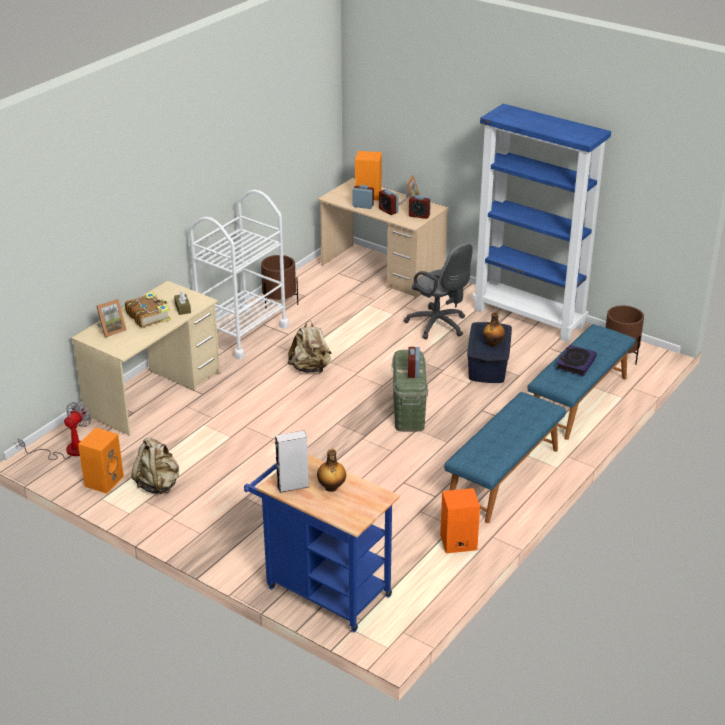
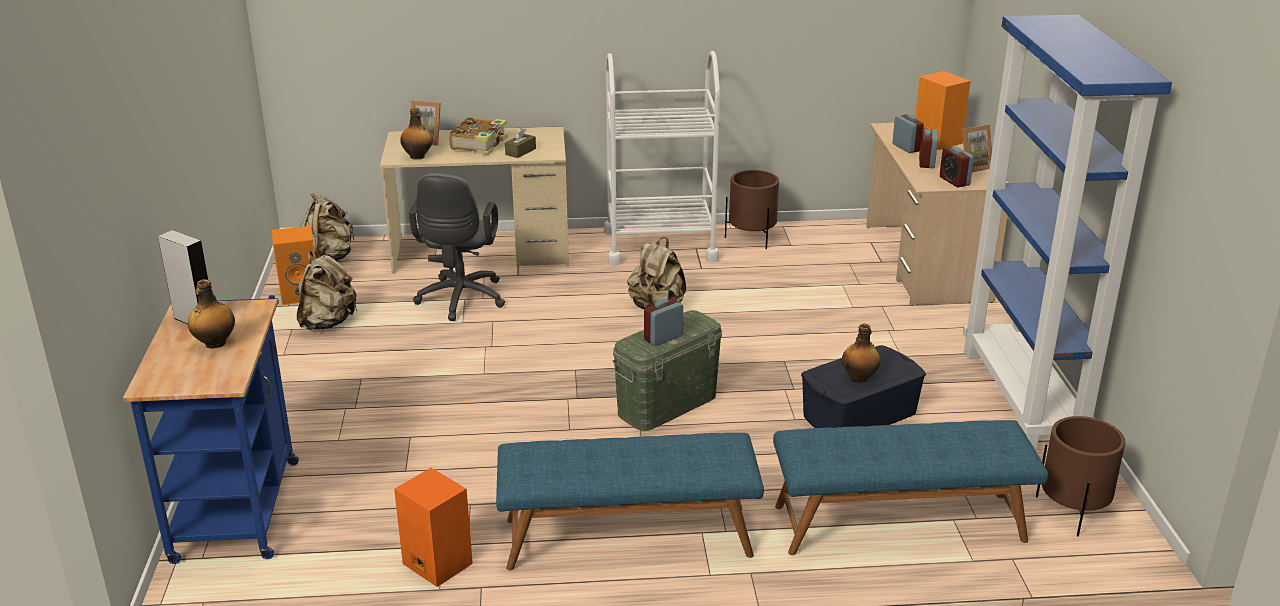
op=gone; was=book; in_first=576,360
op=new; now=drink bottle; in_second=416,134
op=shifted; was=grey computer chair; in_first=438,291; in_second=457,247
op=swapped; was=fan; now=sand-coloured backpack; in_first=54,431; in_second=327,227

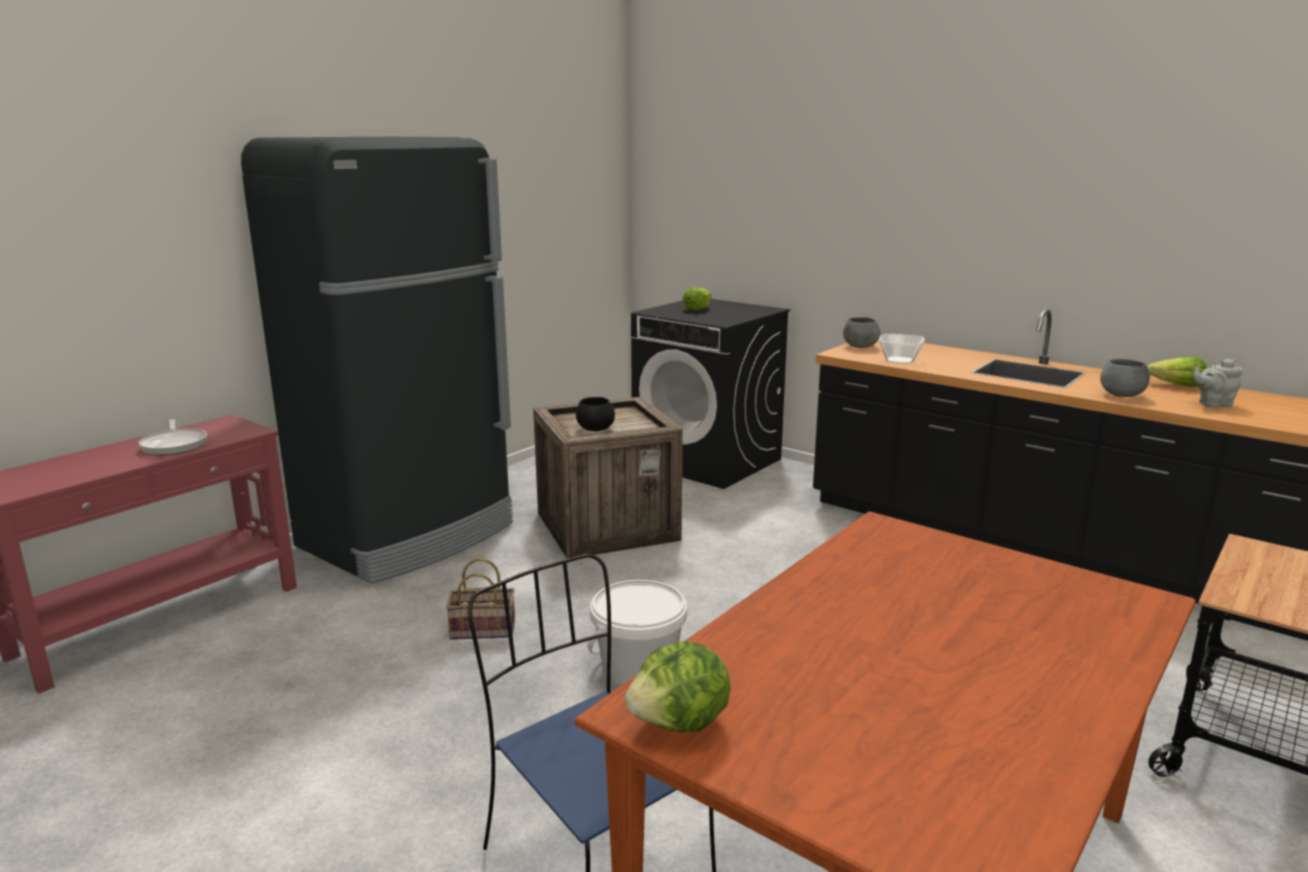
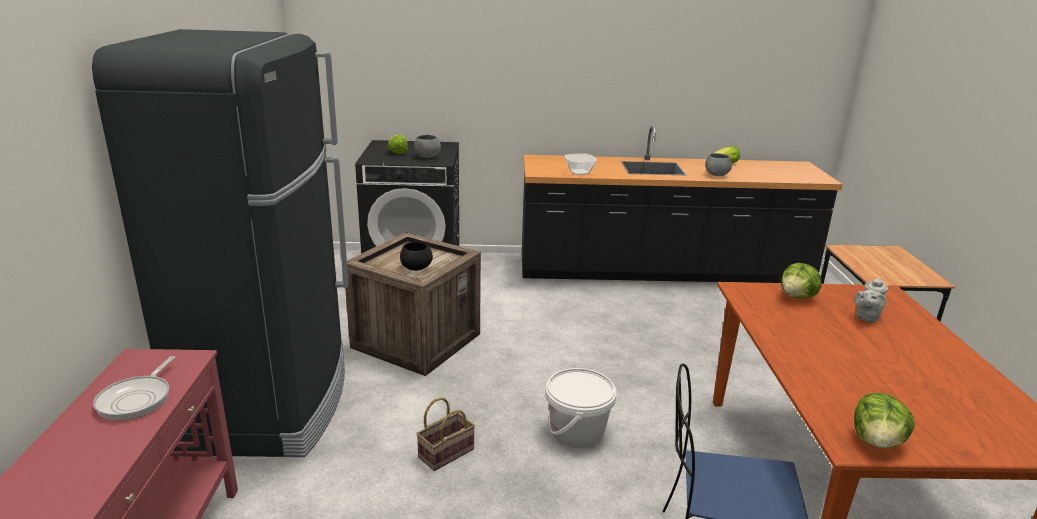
op=new; now=lettuce; in_second=801,281
op=shifted; was=grey bowl; in_first=861,332; in_second=427,146
op=shifted; was=grey tea pot; in_first=1218,383; in_second=871,300
op=rotated; was=frying pan; in_first=173,437; in_second=134,388; clockwise=75

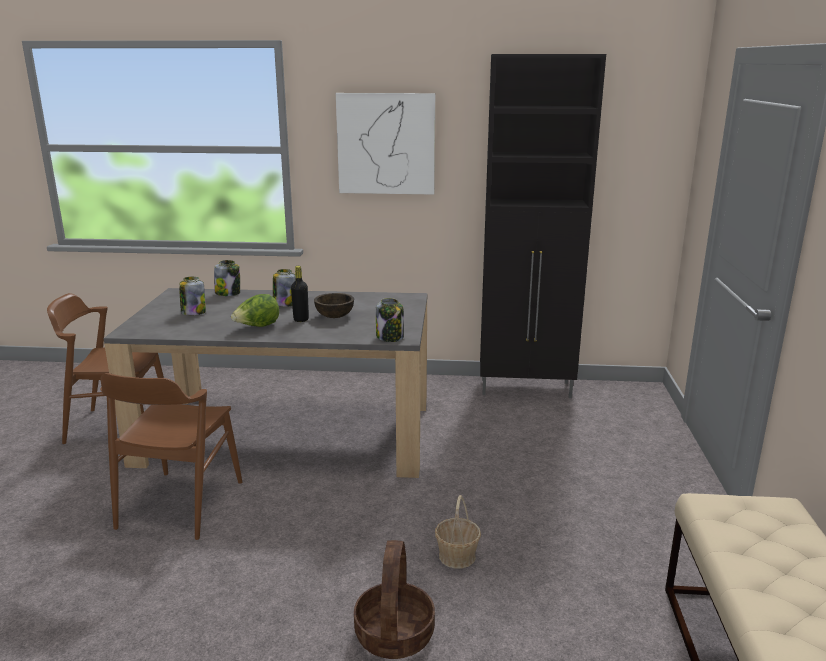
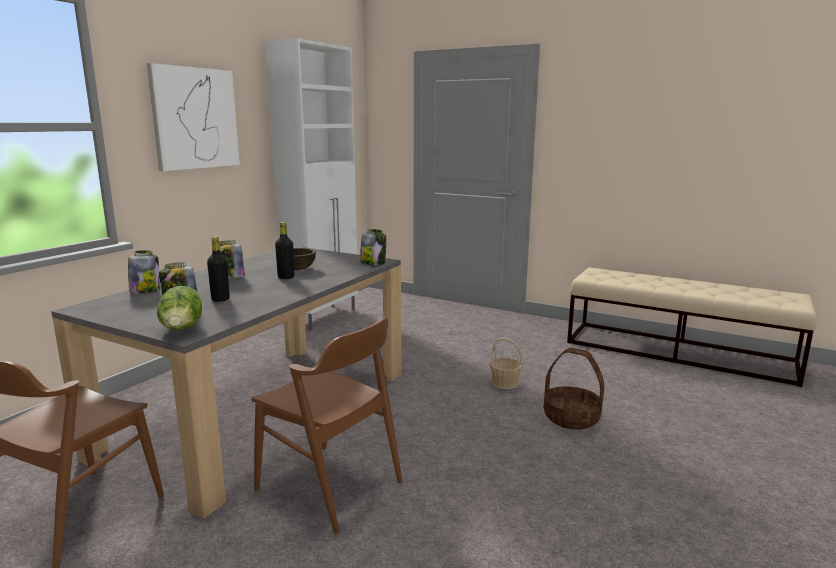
op=new; now=black drink bottle; in_second=218,269
op=shifted; was=lettuce; in_first=255,310; in_second=179,308
op=repainted; was=black storage cabinet; now=whitish storage cabinet; in_first=543,226; in_second=312,184

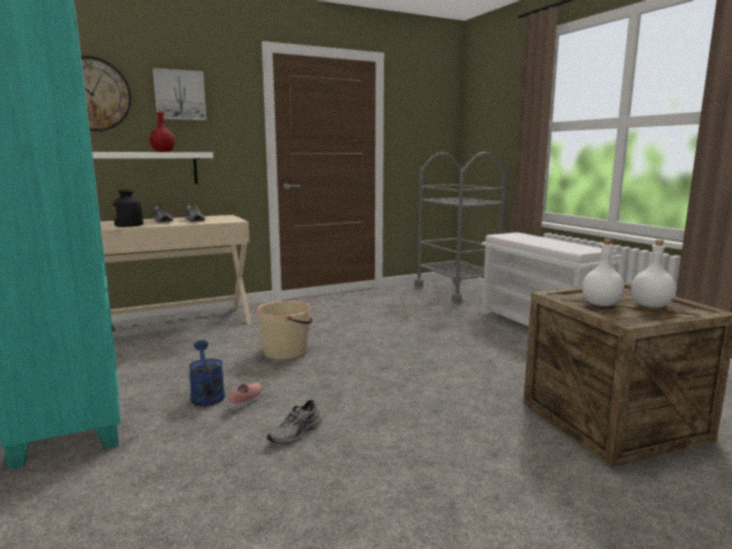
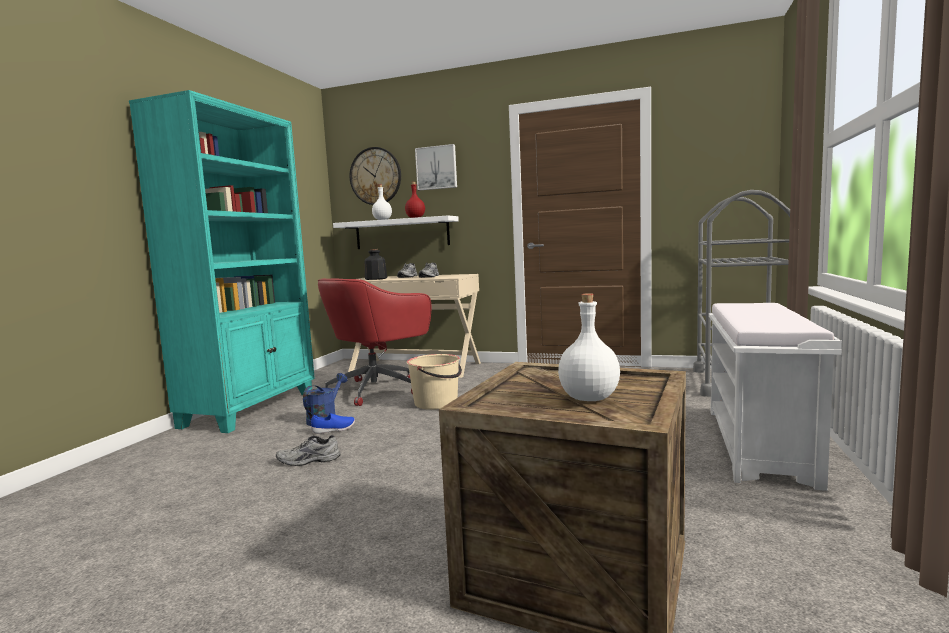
op=new; now=red-coloured computer chair; in_second=374,342
op=shifted; was=whitish drink bottle; in_first=603,272; in_second=382,202
op=repainted; was=pinkish shoe; now=blue-coloured shoe; in_first=245,396; in_second=333,423

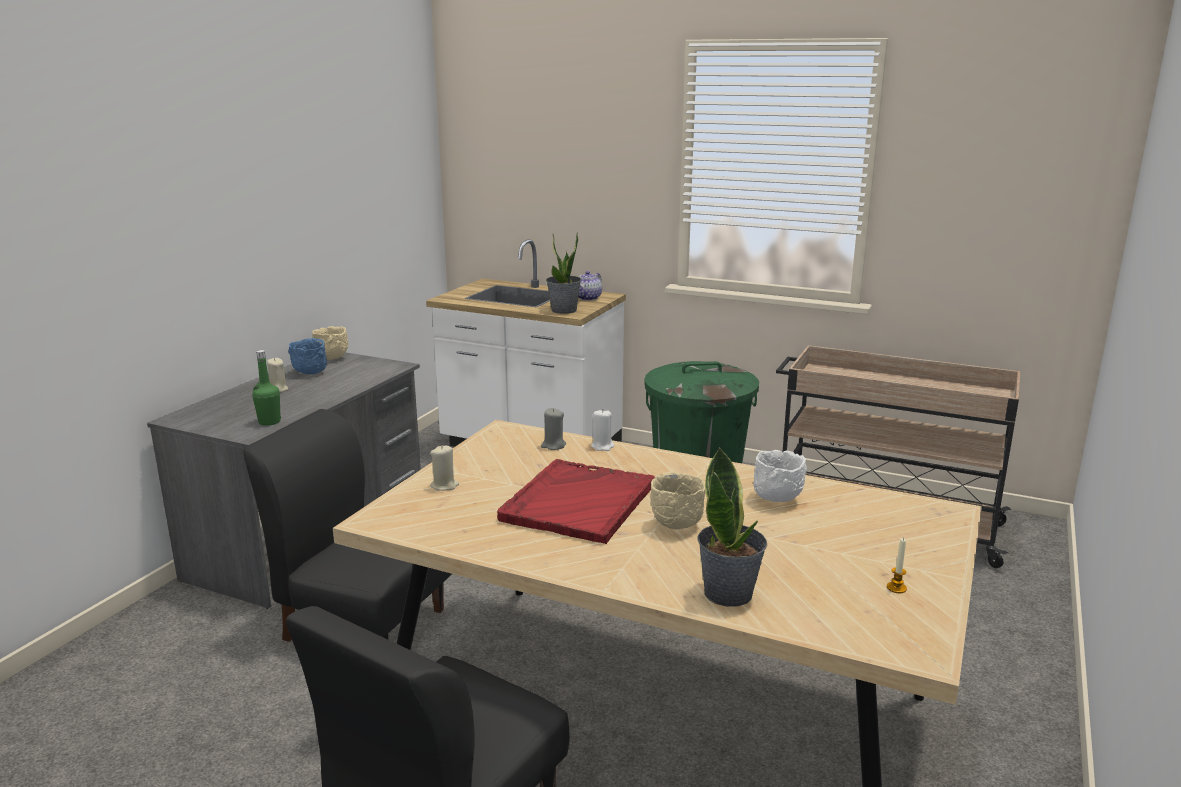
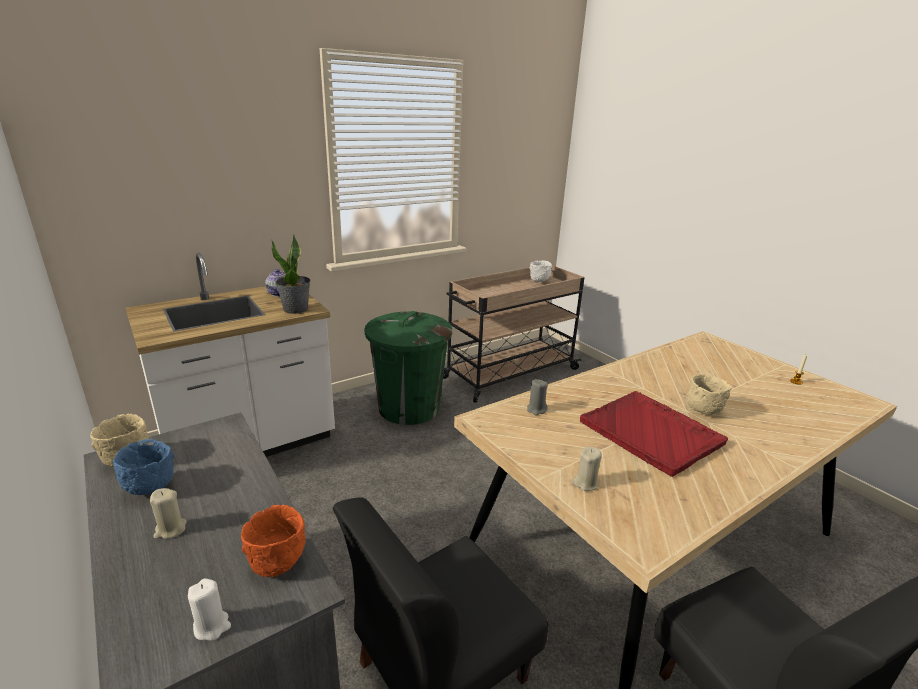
op=gone; was=plant in a pot; in_first=732,527
op=shifted; was=whitish wax candle; in_first=602,430; in_second=209,609
op=shifted; was=whitish bowl; in_first=780,476; in_second=540,271
op=swapped; was=greenish drink bottle; now=orange bowl; in_first=266,388; in_second=273,540

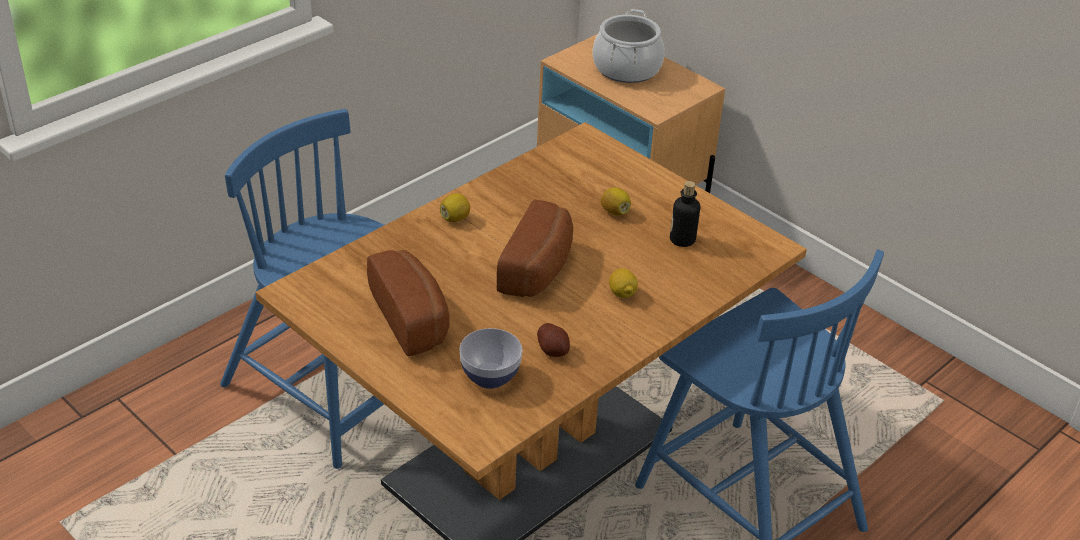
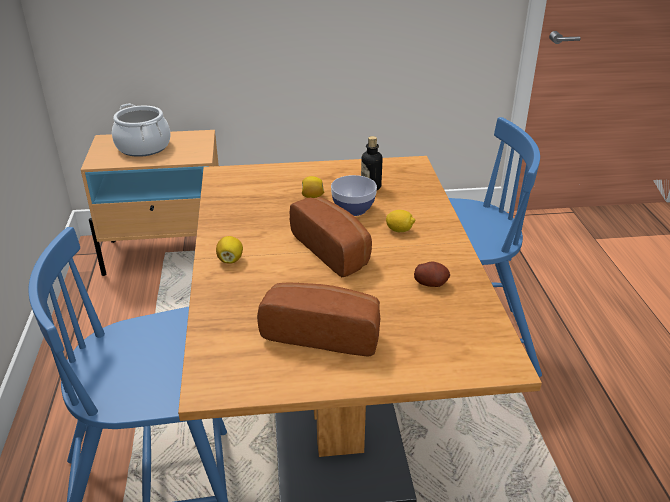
op=shifted; was=bowl; in_first=491,358; in_second=354,195

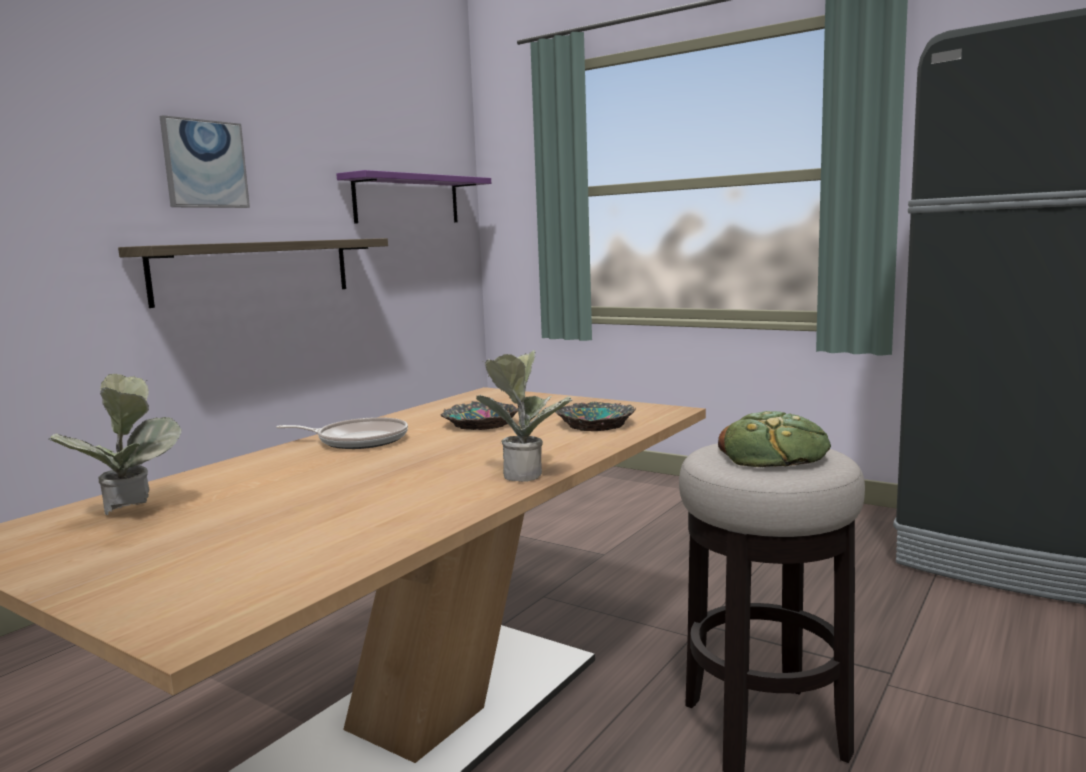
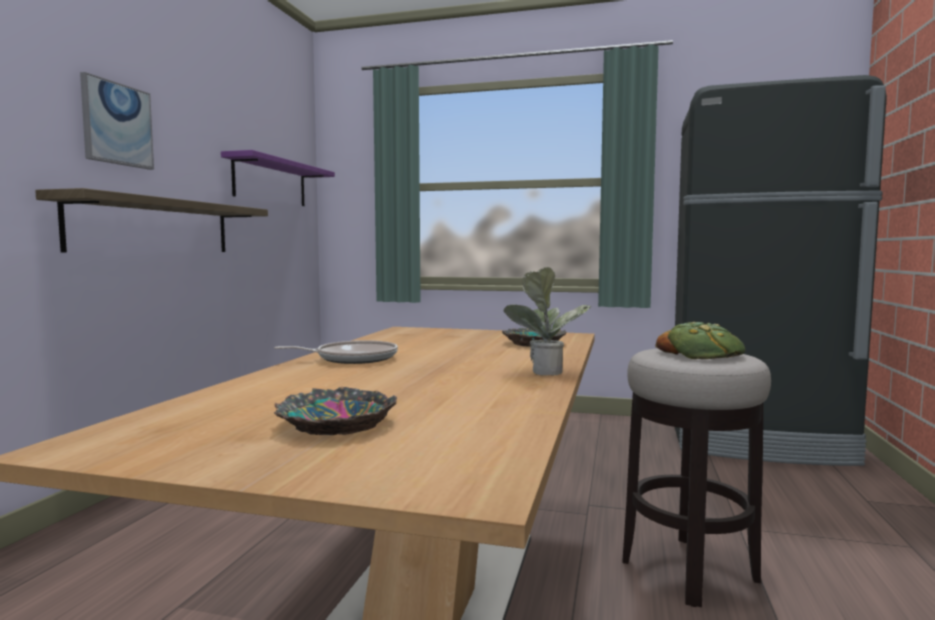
op=gone; was=plant in a pot; in_first=115,444
op=shifted; was=bowl; in_first=479,415; in_second=335,411

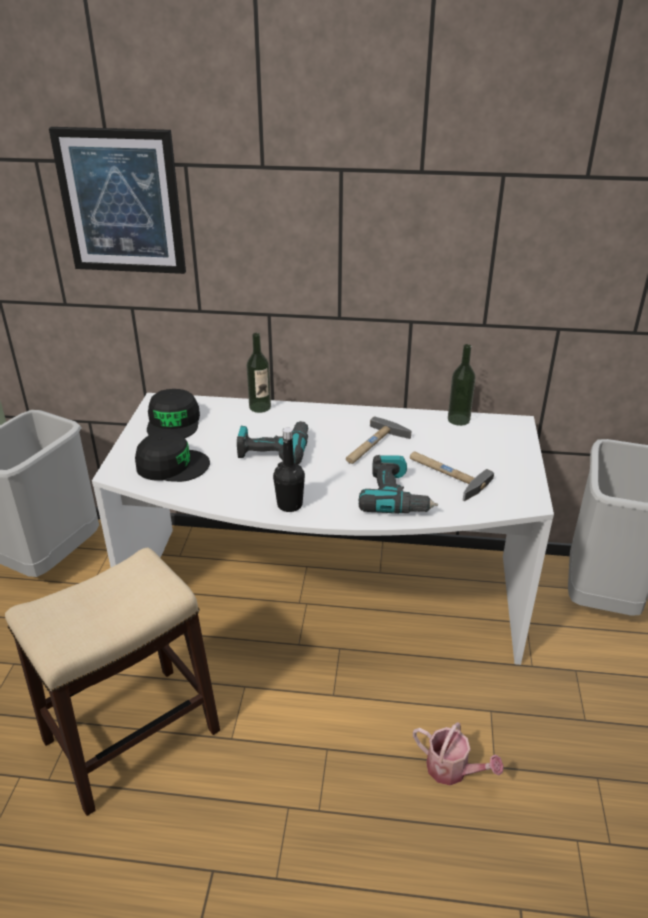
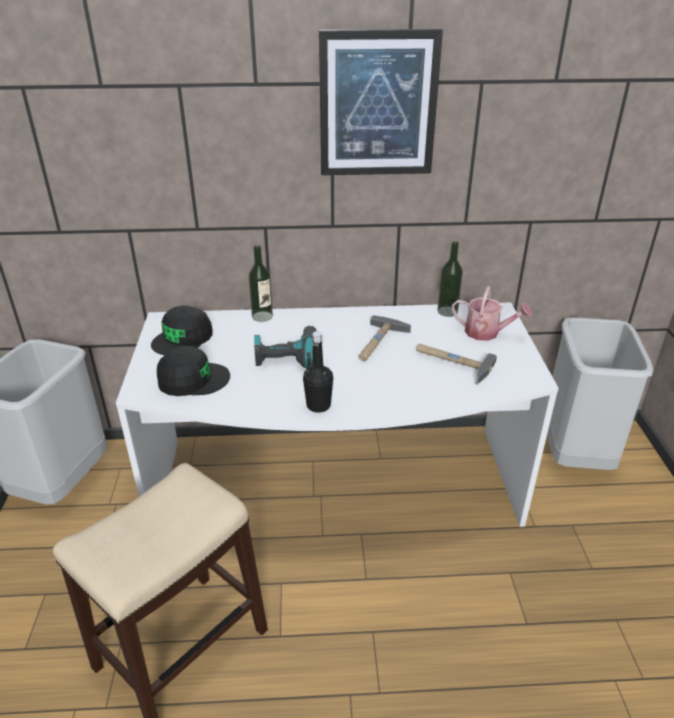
op=gone; was=power drill; in_first=398,484
op=shifted; was=wall picture; in_first=117,200; in_second=381,102
op=shifted; was=watering can; in_first=458,753; in_second=492,314
op=rotated; was=black peaked cap; in_first=173,413; in_second=182,330; clockwise=45

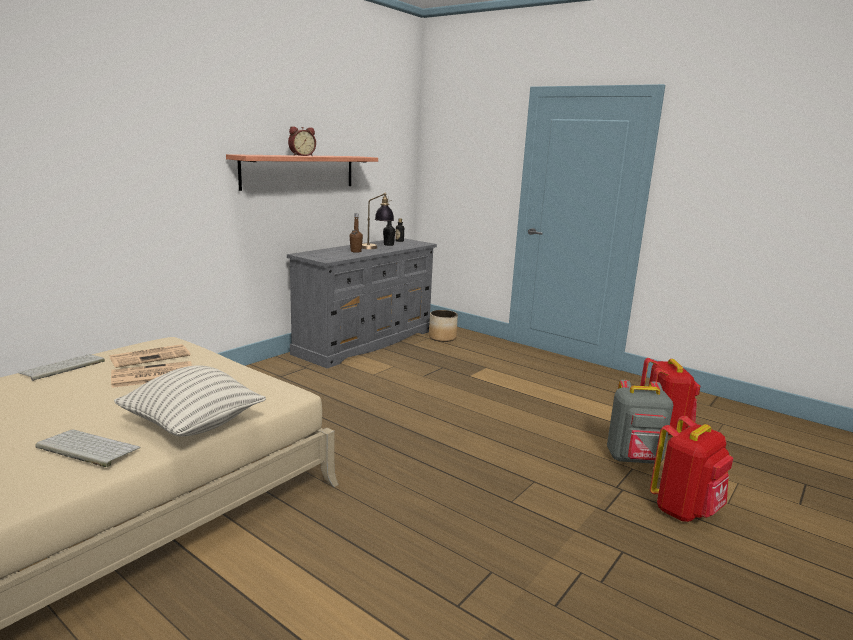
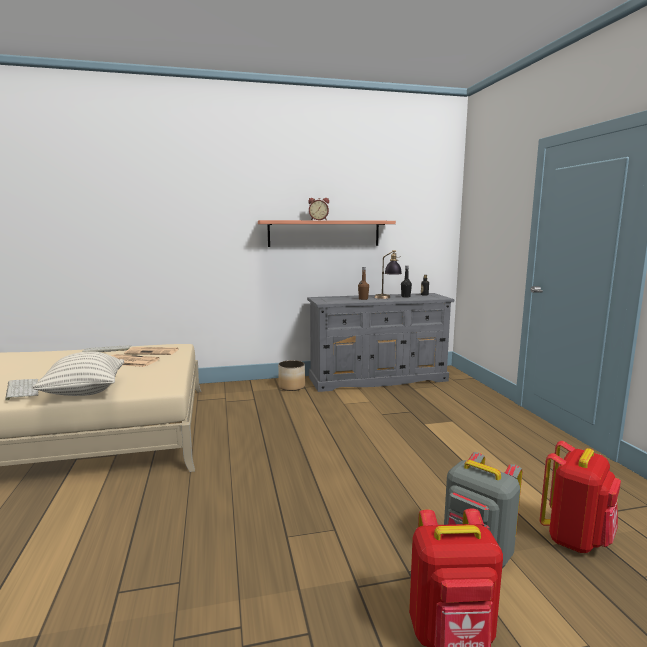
op=shifted; was=flower pot; in_first=443,326; in_second=291,375

